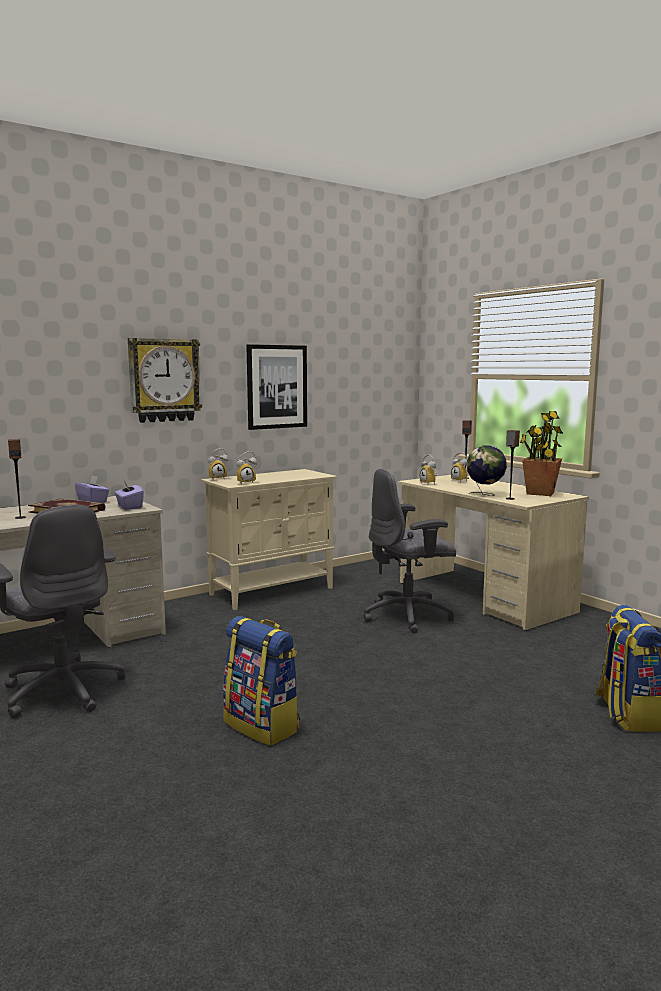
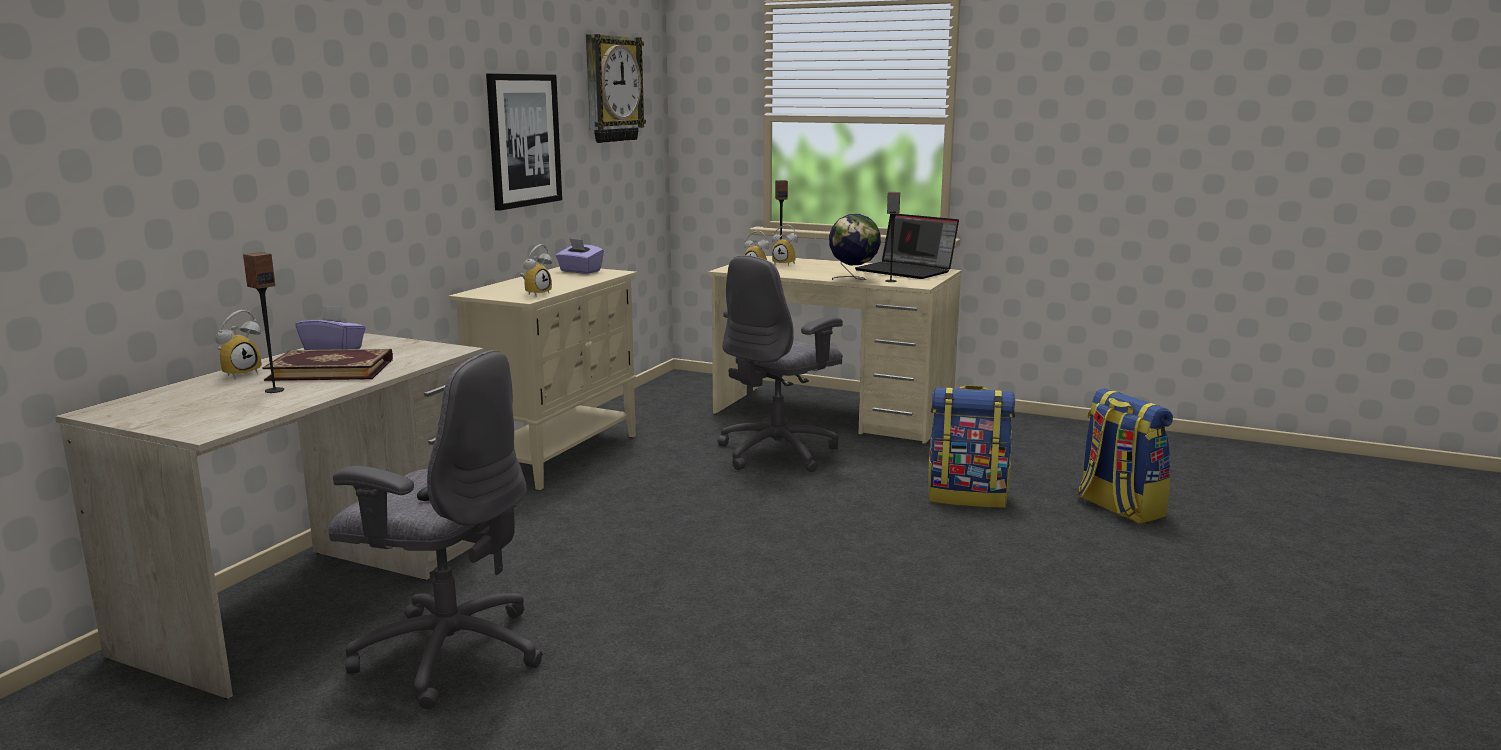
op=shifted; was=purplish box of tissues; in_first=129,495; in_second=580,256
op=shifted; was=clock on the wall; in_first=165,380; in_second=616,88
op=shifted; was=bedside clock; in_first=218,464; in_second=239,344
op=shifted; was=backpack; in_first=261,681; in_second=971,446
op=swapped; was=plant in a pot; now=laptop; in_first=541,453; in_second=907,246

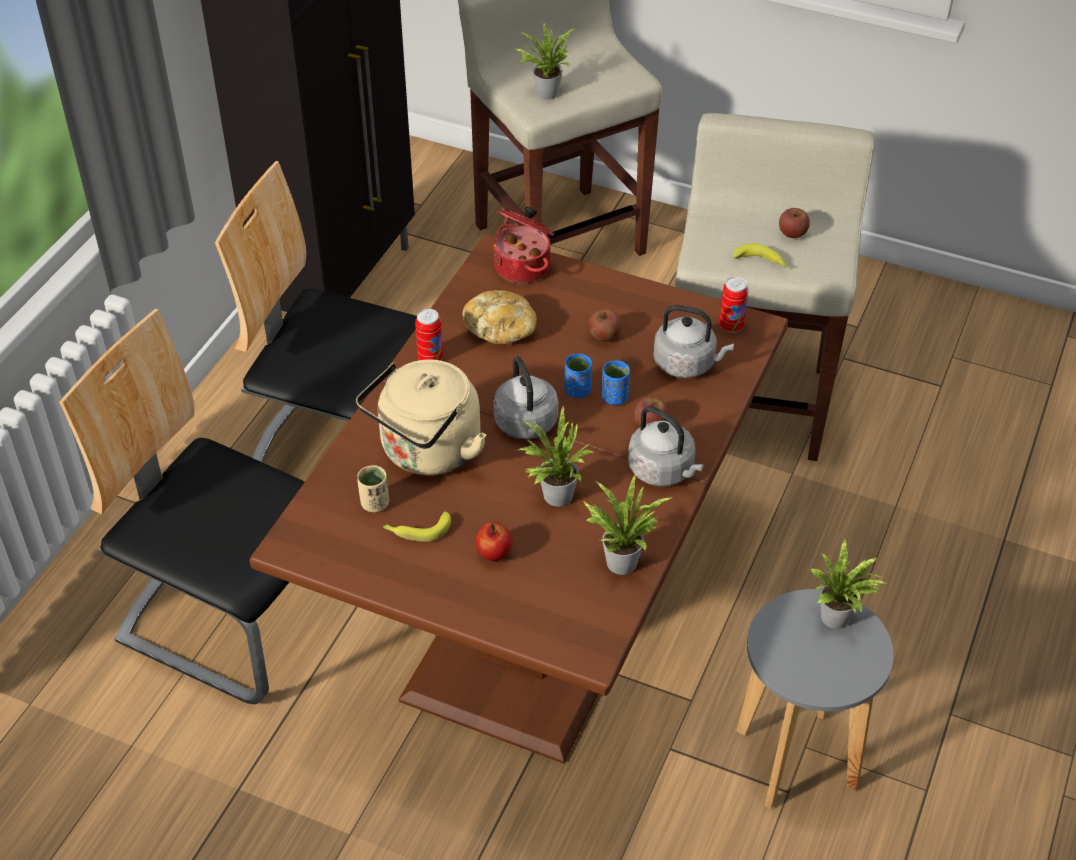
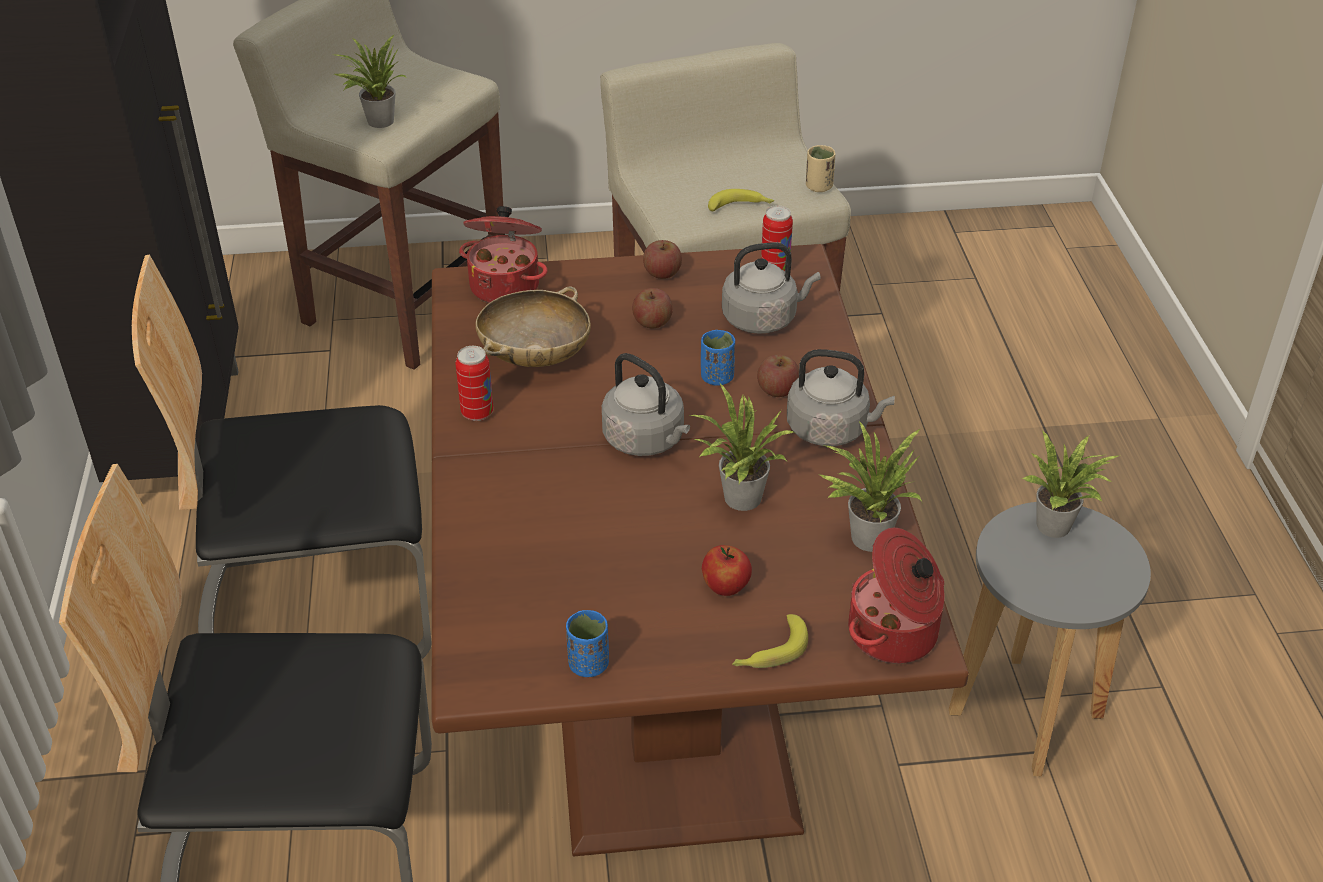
op=gone; was=sand-coloured water kettle; in_first=421,417
op=new; now=cooking pot; in_second=896,596
op=shifted; was=sand-coloured small cup; in_first=373,488; in_second=820,168
op=shifted; was=whole banana; in_first=417,526; in_second=770,641
op=shifted; was=blue-coloured small cup; in_first=578,376; in_second=587,643
op=shifted; was=whole apple; in_first=794,223; in_second=662,259
op=swapped; was=bakery bread; now=sand-coloured bowl; in_first=499,317; in_second=533,326

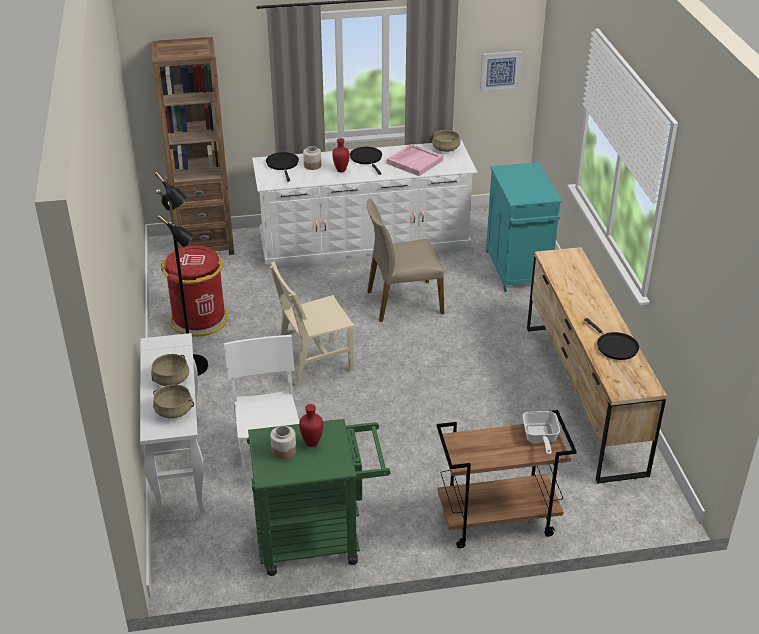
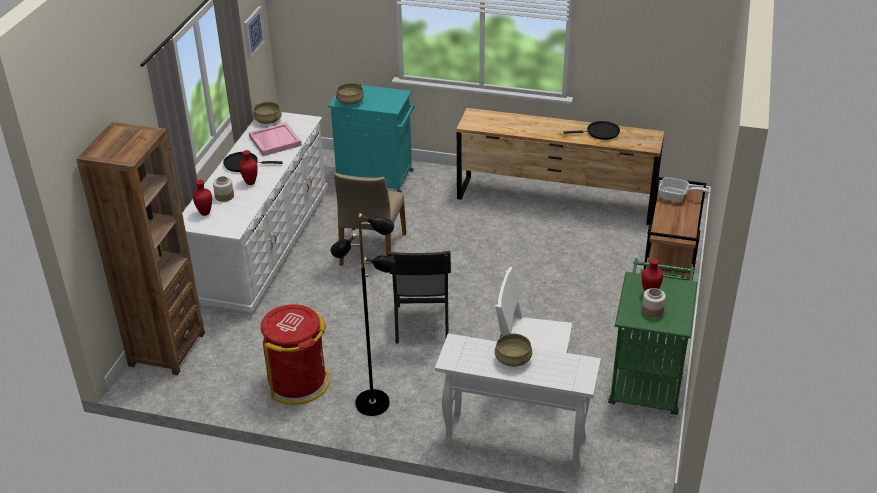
op=shifted; was=sand-coloured cooking pot; in_first=173,401; in_second=350,94
op=swapped; was=black frying pan; now=red-coloured vase; in_first=282,167; in_second=202,198
op=repainted; was=sand-coloured chair; now=black chair; in_first=312,324; in_second=419,297

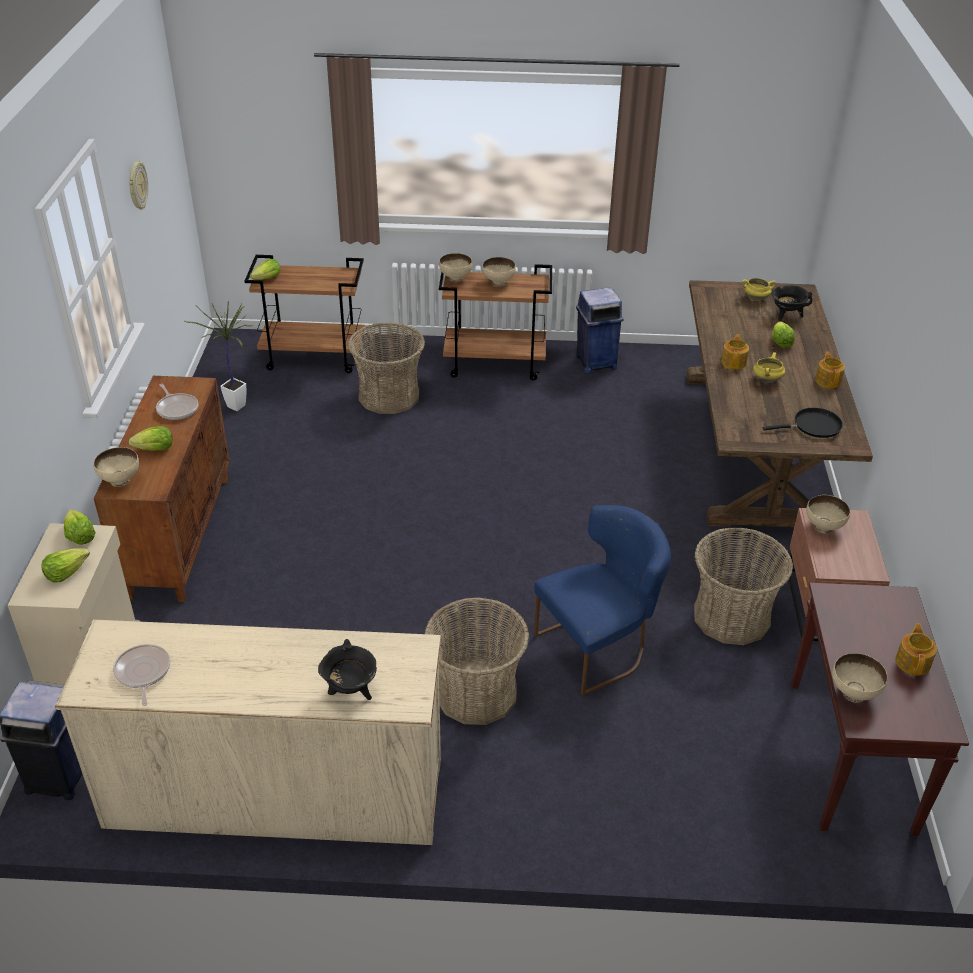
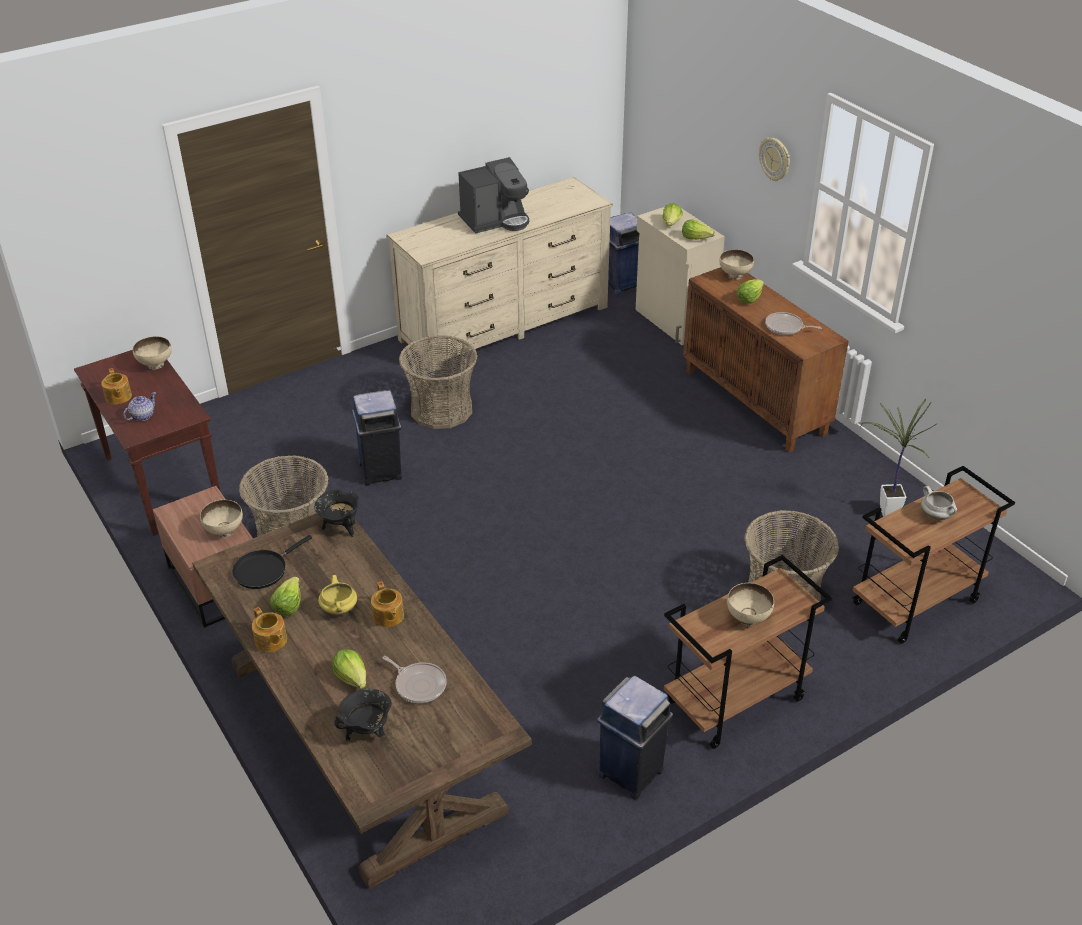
op=gone; was=sand-coloured bowl; in_first=455,267
op=gone; was=yellow-coloured cooking pot; in_first=759,289
op=new; now=tea pot; in_second=139,406
op=new; now=coffee maker; in_second=493,195
op=new; now=whitish cooking pot; in_second=939,503
op=shifted; was=frying pan; in_first=141,675; in_second=415,679
op=shifted; was=clock on the wall; in_first=138,185; in_second=774,159
op=shifted; was=lettuce; in_first=265,269; in_second=285,596
op=shifted; was=black cooking pot; in_first=347,669; in_second=336,513
op=swapped; was=blue-coloured chair; now=blue-coloured rubbish bin; in_first=602,600; in_second=377,437

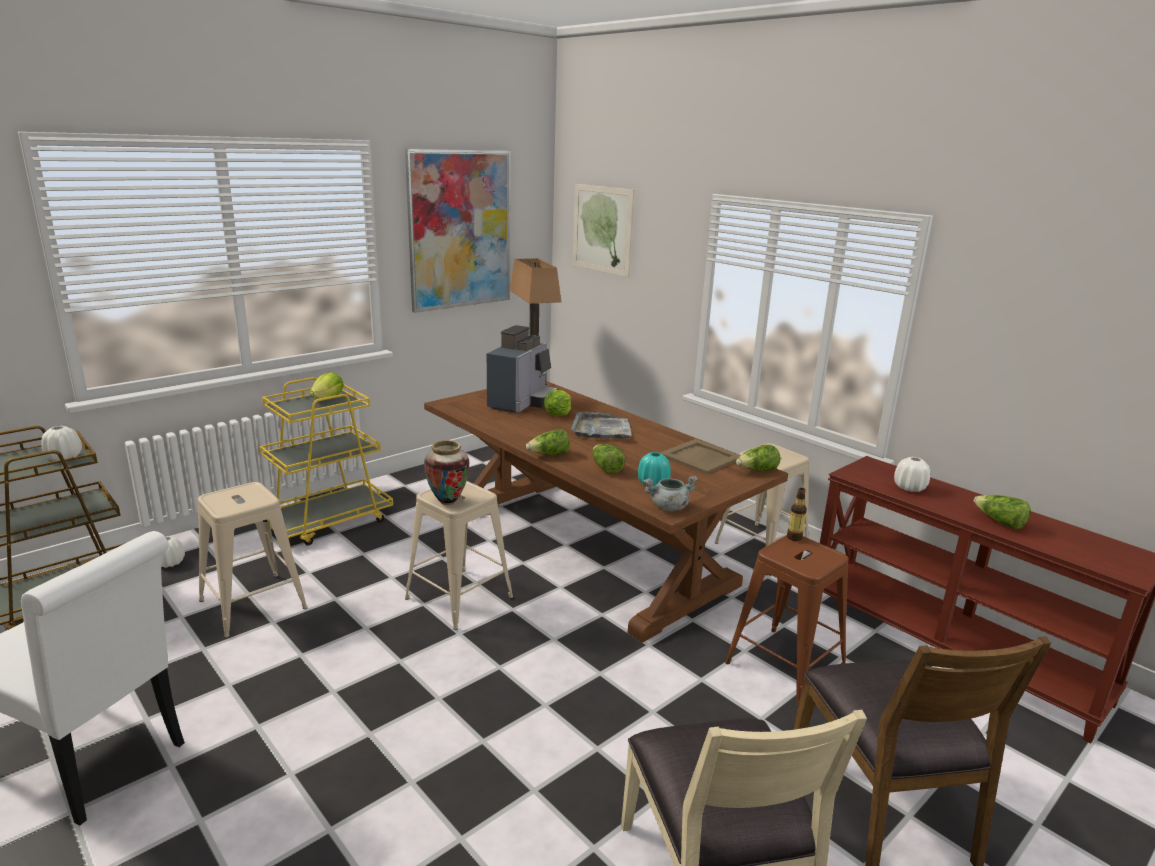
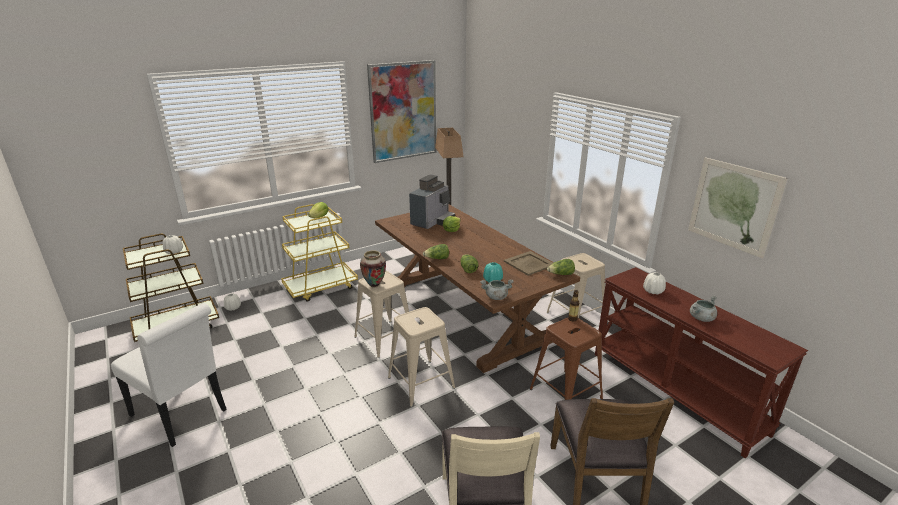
op=gone; was=grey carrying tray; in_first=601,425
op=shifted; was=sand-coloured stool seat; in_first=253,560; in_second=421,357
op=shifted; was=wall picture; in_first=603,230; in_second=738,207
op=swapped; was=lettuce; now=grey cooking pot; in_first=1002,512; in_second=703,308

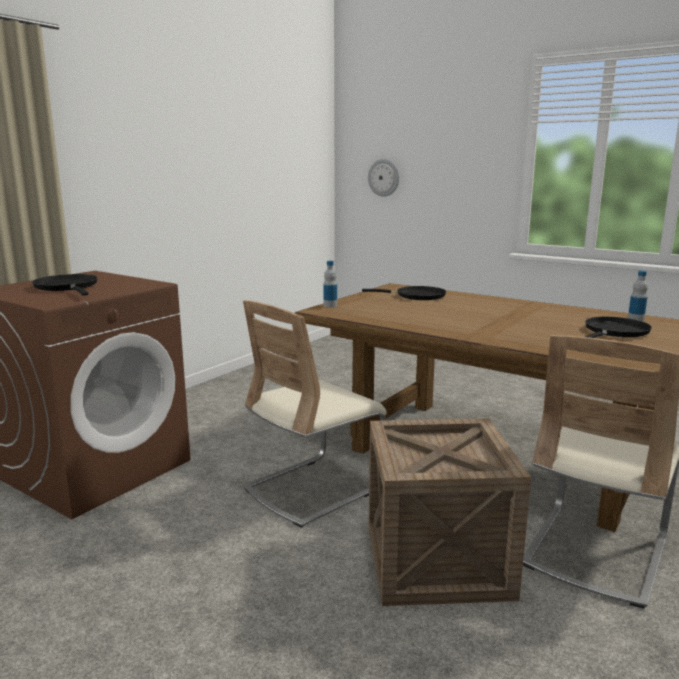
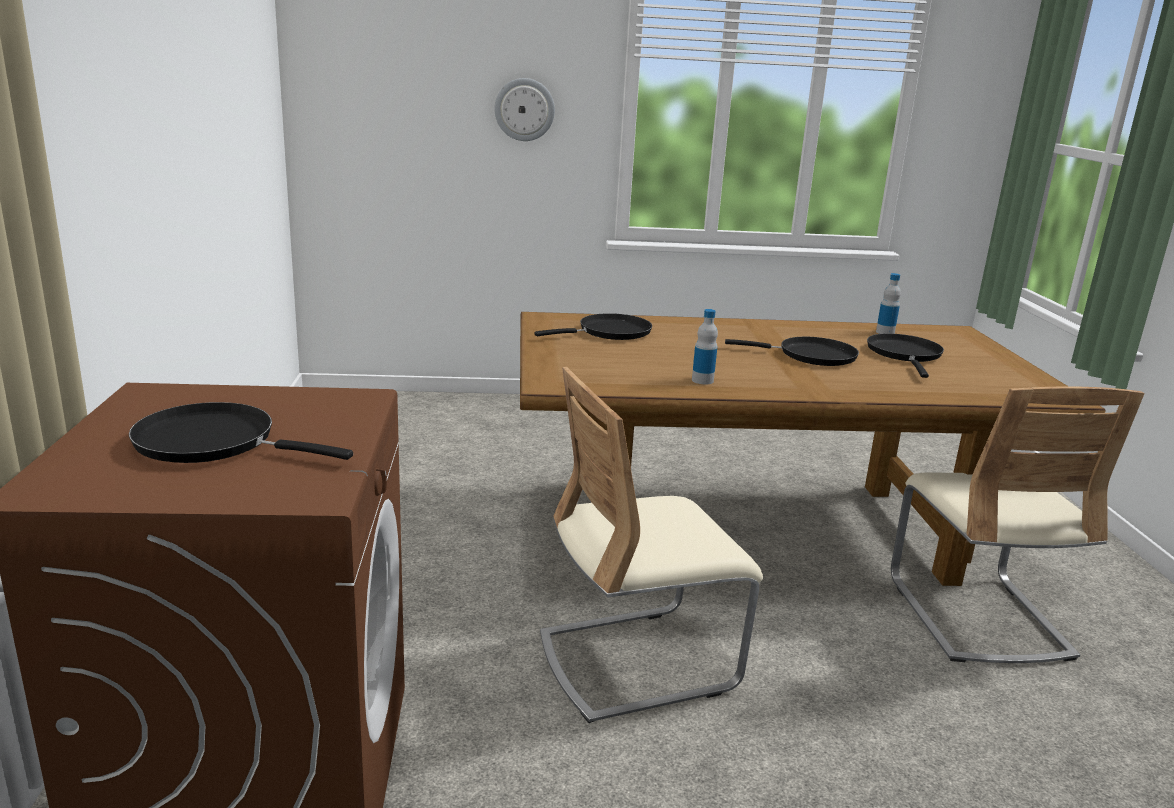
op=gone; was=shipping crate; in_first=449,512
op=new; now=black frying pan; in_second=792,351
op=shifted; was=drink bottle; in_first=330,284; in_second=705,347
op=shifted; was=clock on the wall; in_first=383,178; in_second=524,109
op=rotated; was=sand-coloured chair; in_first=315,414; in_second=651,545; clockwise=60

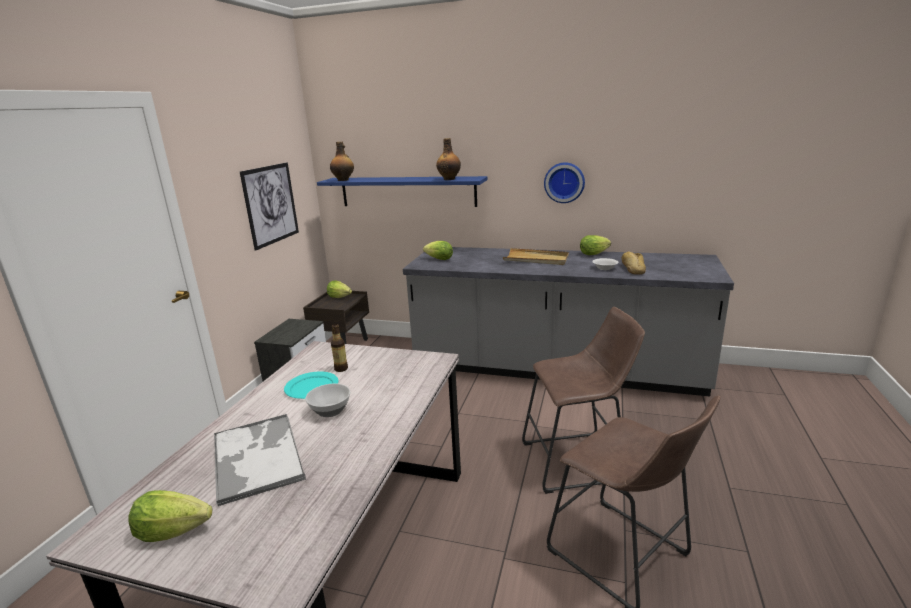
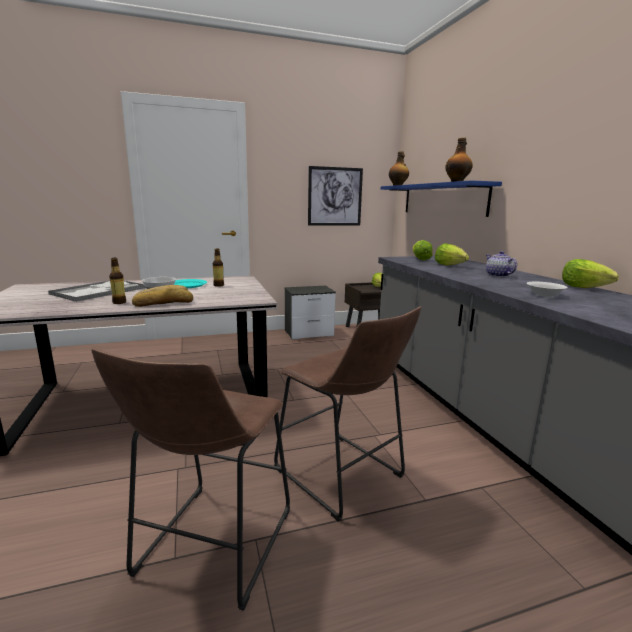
op=gone; was=clock on the wall; in_first=564,183
op=new; now=drink bottle; in_second=117,281
op=shifted; was=lettuce; in_first=170,516; in_second=452,255
op=shifted; was=bakery bread; in_first=633,263; in_second=162,296
op=swapped; was=sand-coloured carrying tray; now=tea pot; in_first=536,256; in_second=501,264

